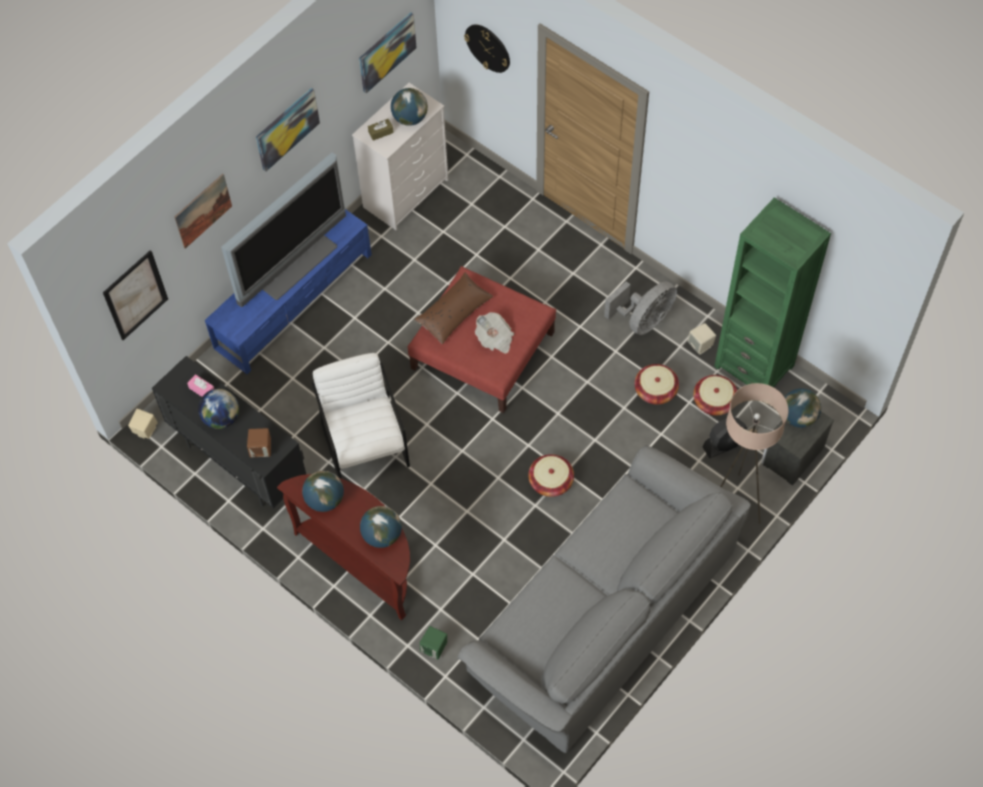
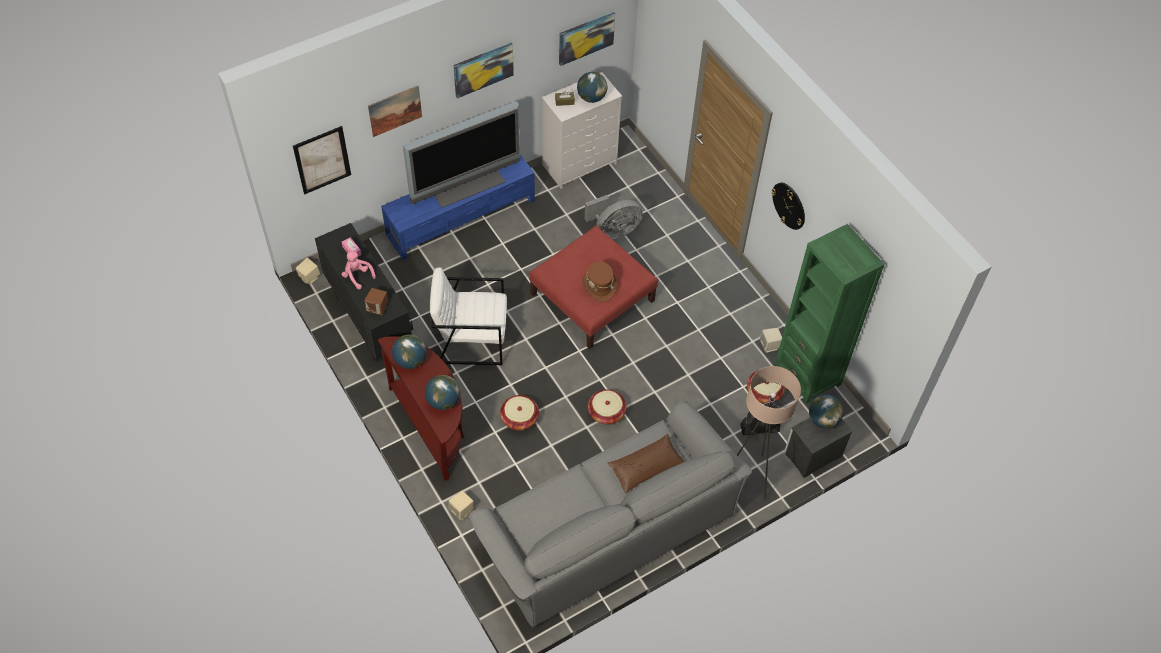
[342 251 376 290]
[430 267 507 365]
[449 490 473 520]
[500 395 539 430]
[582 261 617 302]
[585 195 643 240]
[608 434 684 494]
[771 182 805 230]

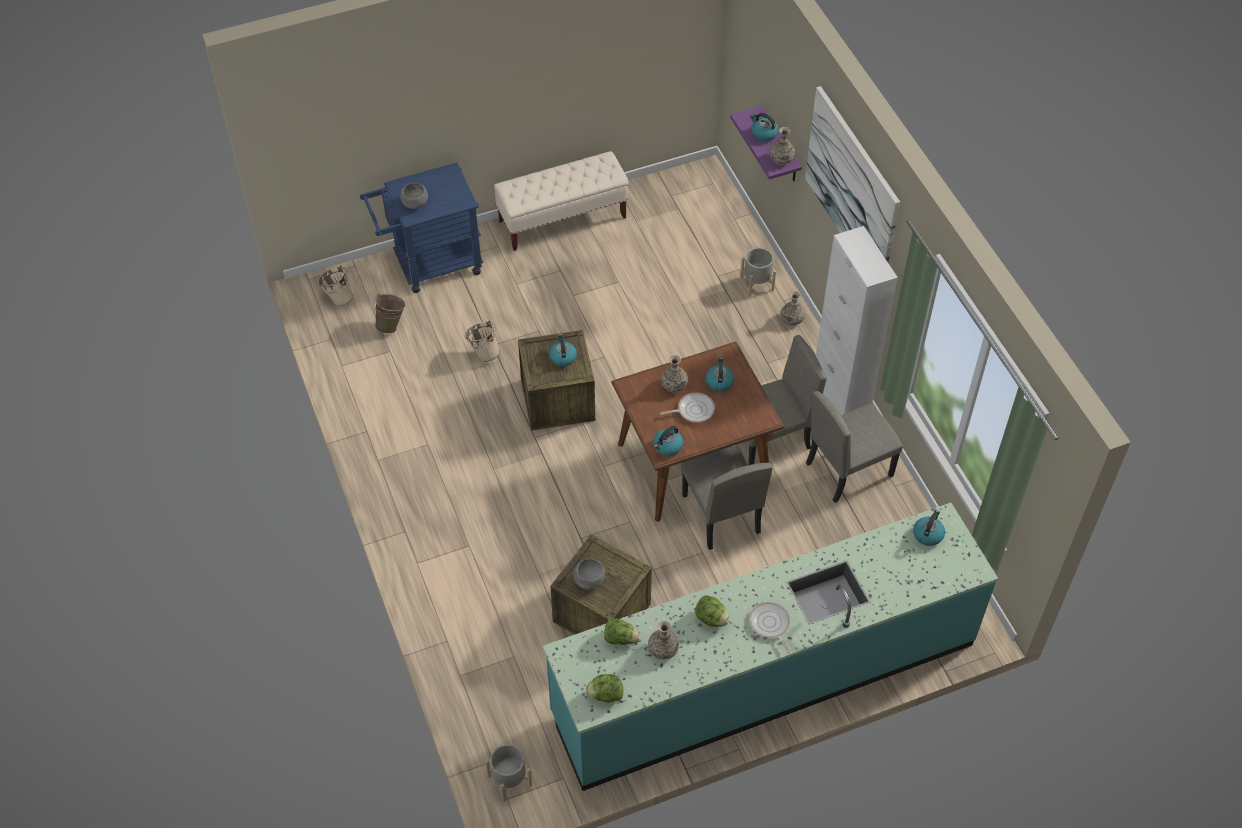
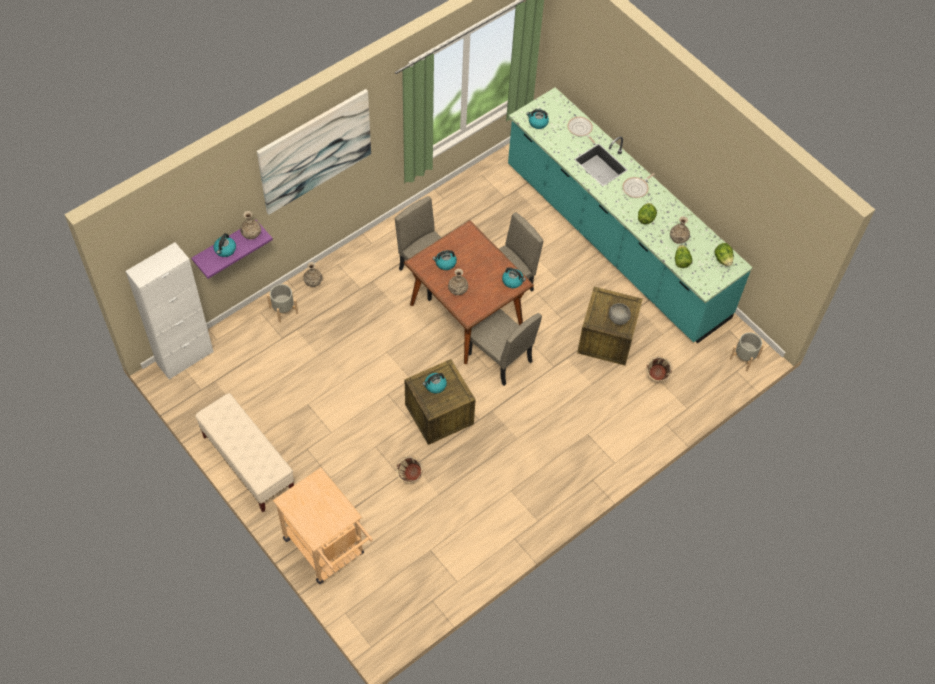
[125 242 213 380]
[273 467 373 584]
[469 309 542 386]
[567 117 595 144]
[647 356 673 381]
[373 294 406 334] (first image)
[400 182 428 209] (first image)

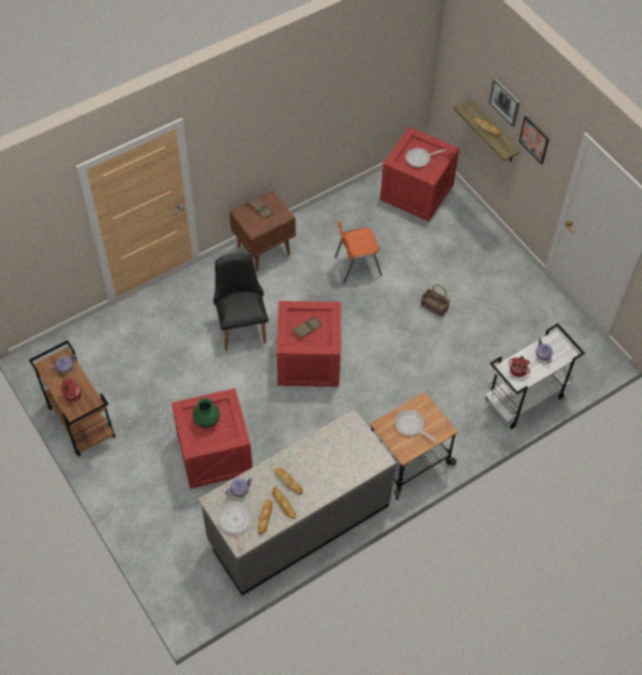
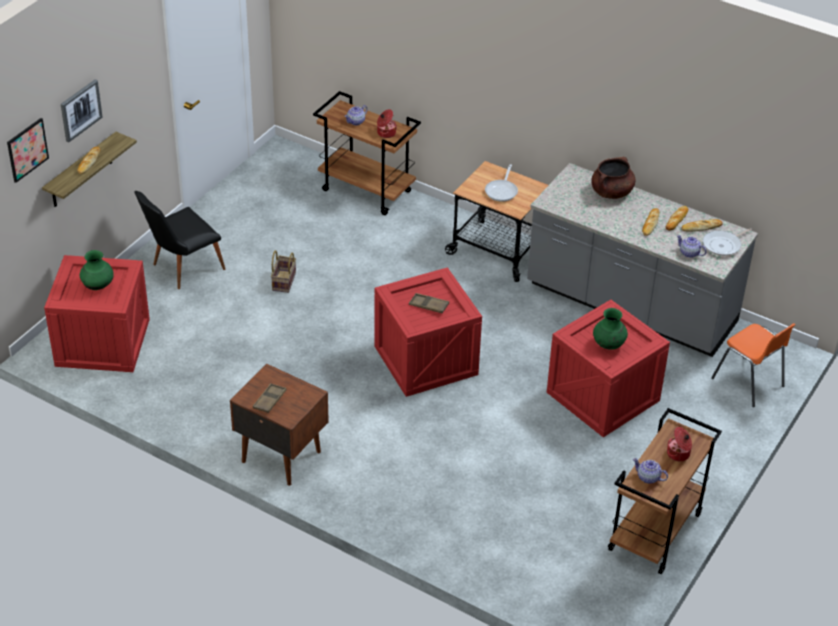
[7 118 49 183]
[80 250 114 290]
[134 191 226 289]
[313 91 421 215]
[591 157 635 199]
[711 323 795 407]

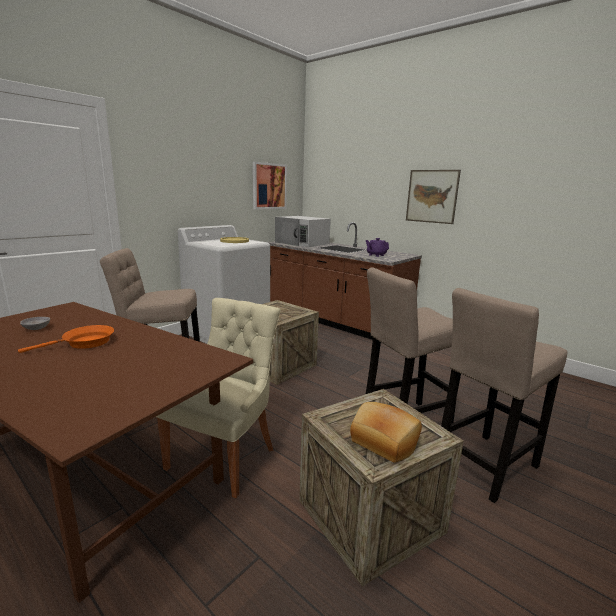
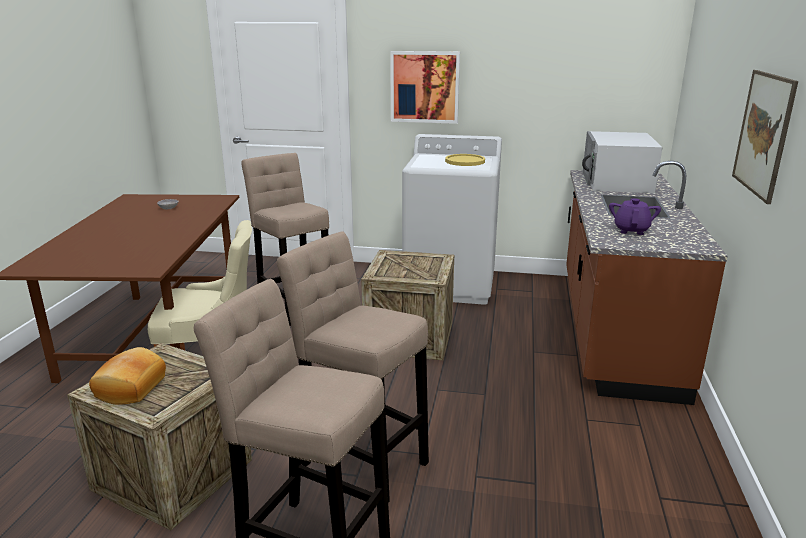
[390 51 460 124]
[18 325 114 353] (first image)

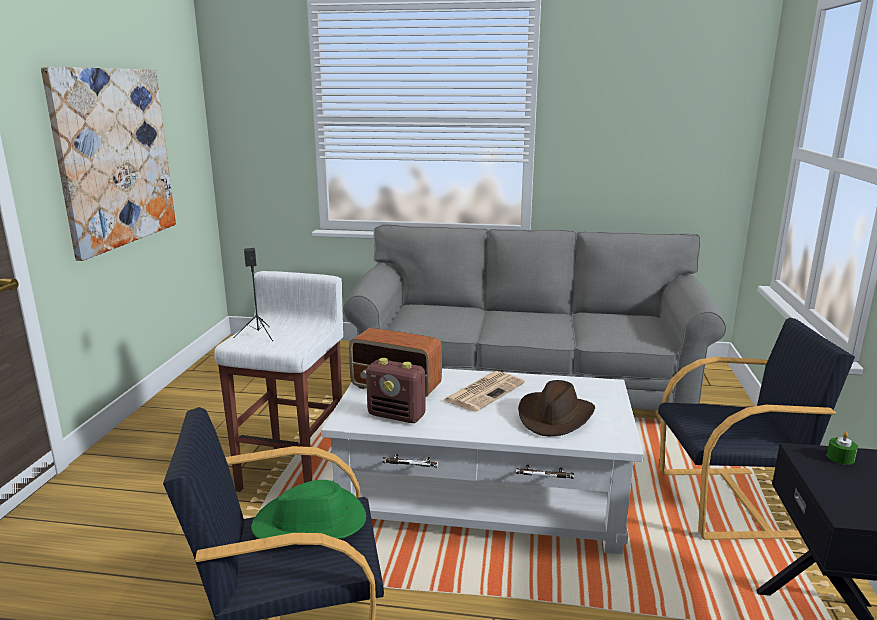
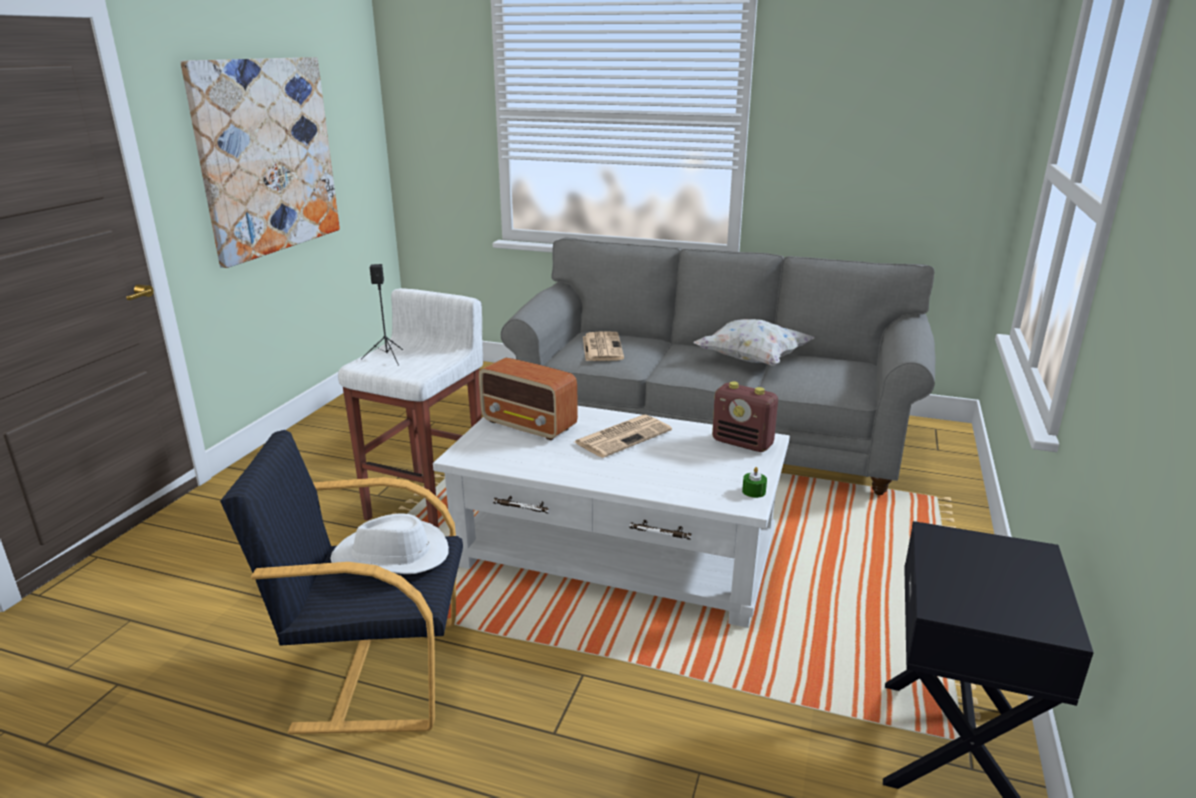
[330 514 449 574]
[583 331 624 361]
[693 319 814 366]
[712 381 778 452]
[742 467 767 498]
[518 380 595 436] (first image)
[658 318 855 540] (first image)

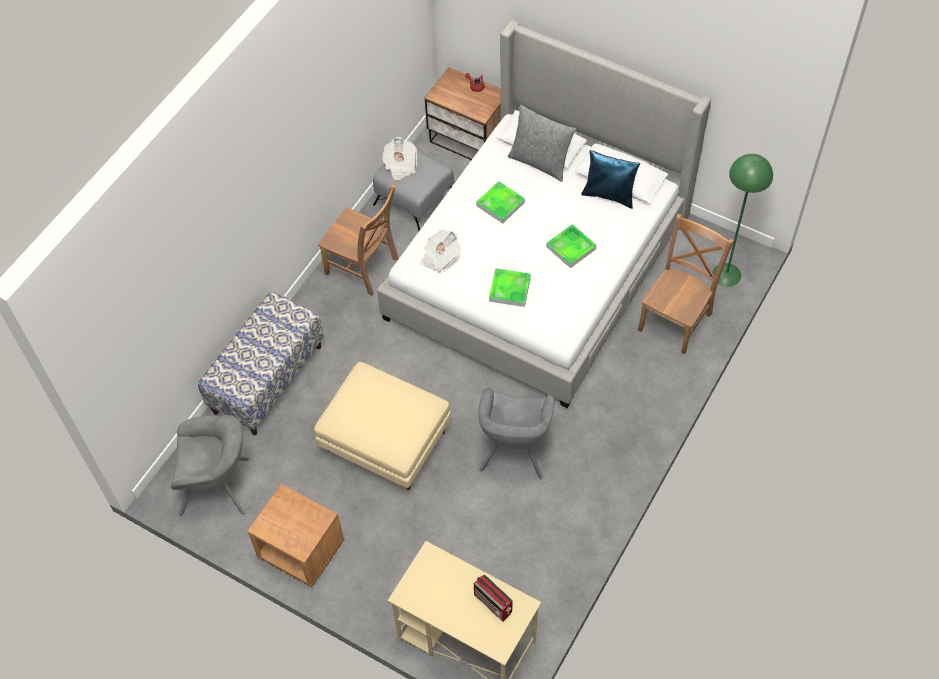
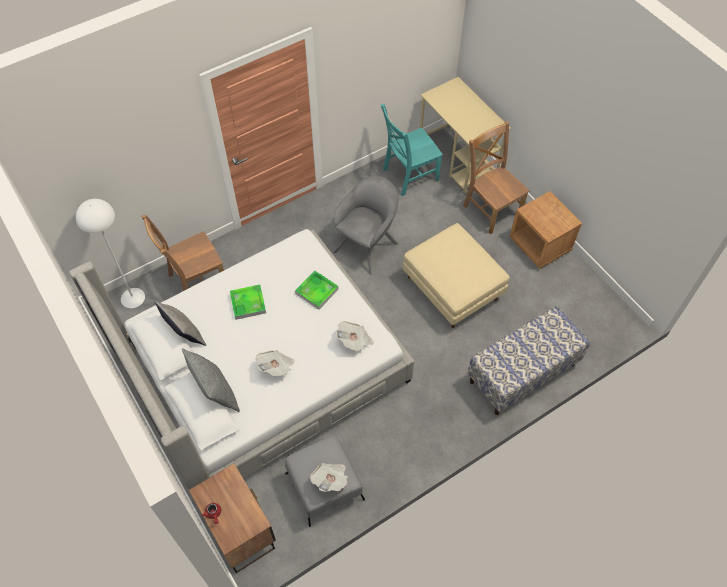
[76 199 145 308]
[155 301 206 346]
[255 350 295 376]
[380 104 443 196]
[463 121 529 234]
[171 415 249 516] (first image)
[474 574 512 622] (first image)

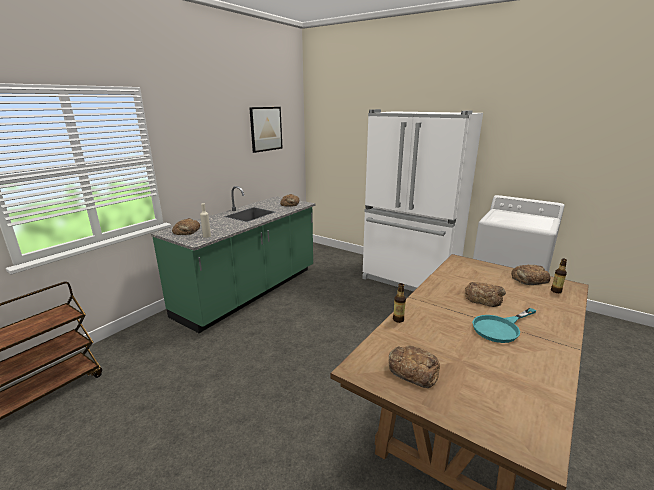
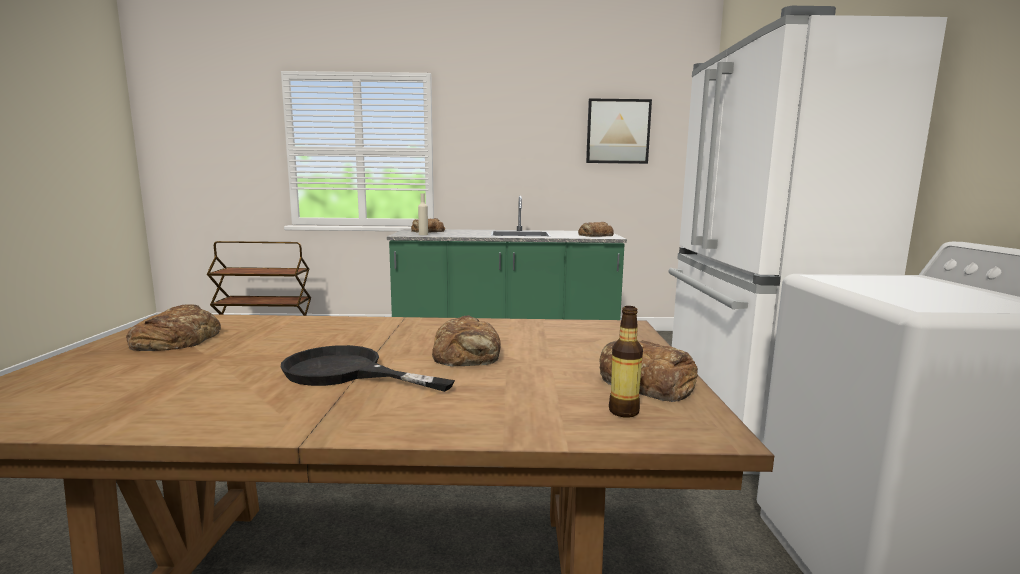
[280 345 455 392]
[393 283 406 323] (first image)

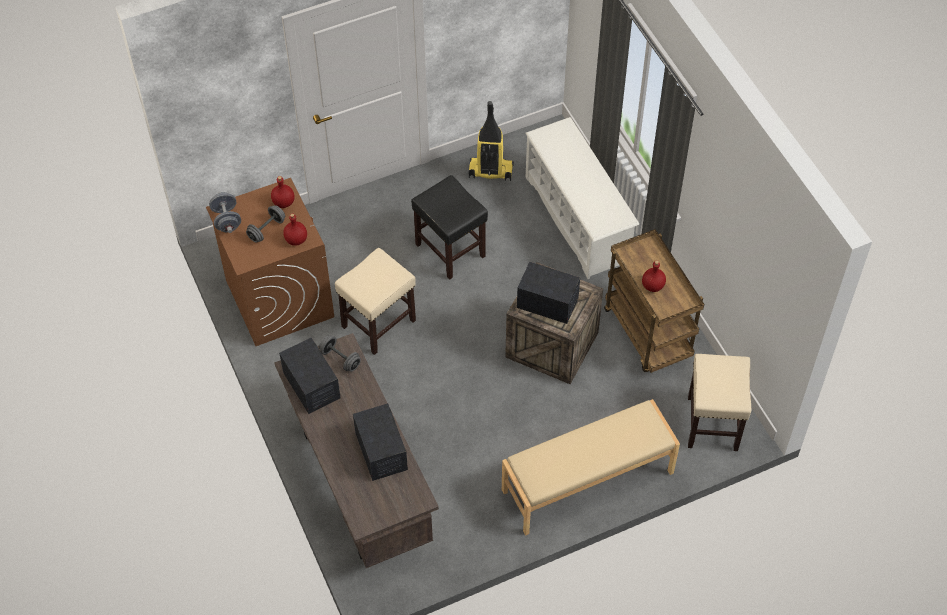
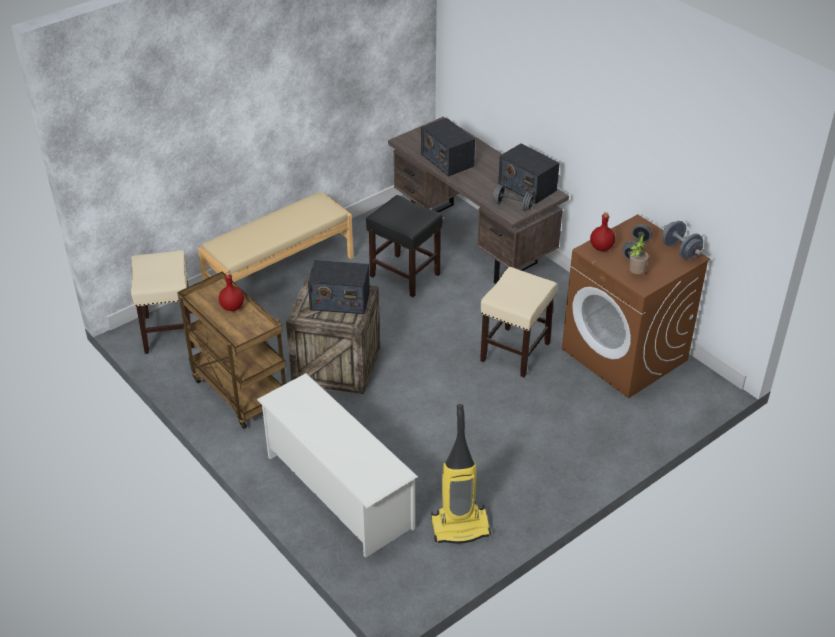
[366 195 443 297]
[628 235 649 274]

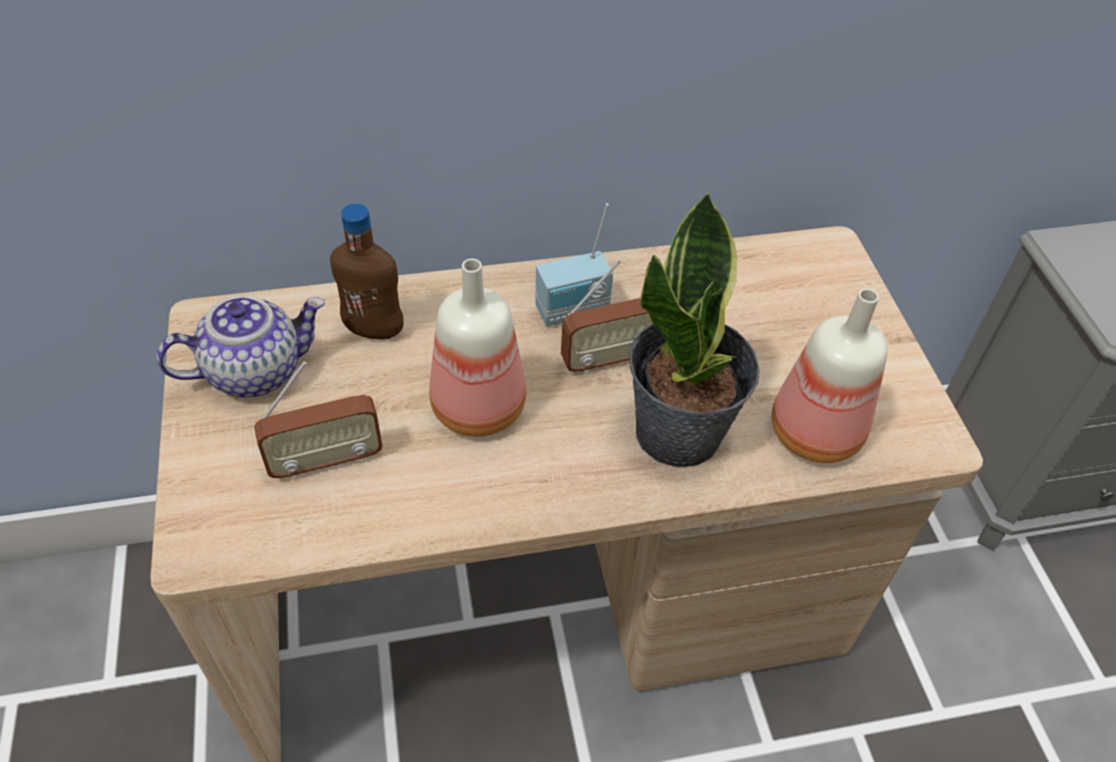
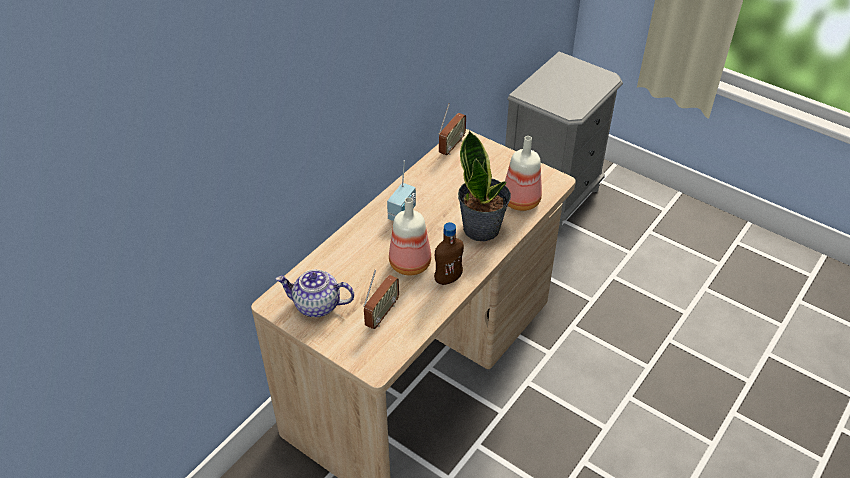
[276 269 354 317]
[434 222 464 285]
[439 103 466 155]

